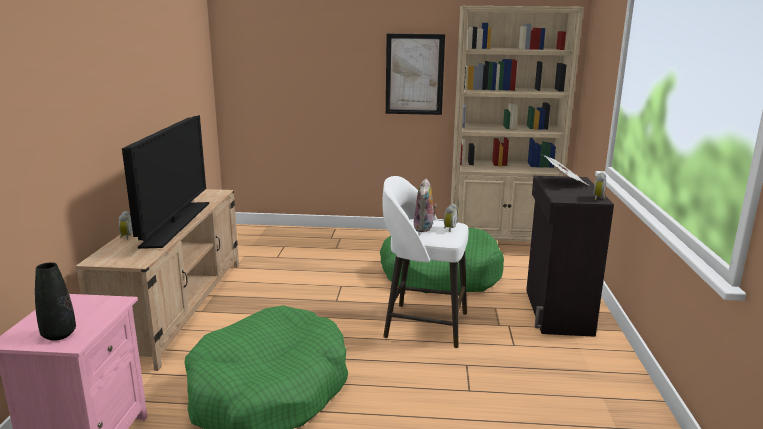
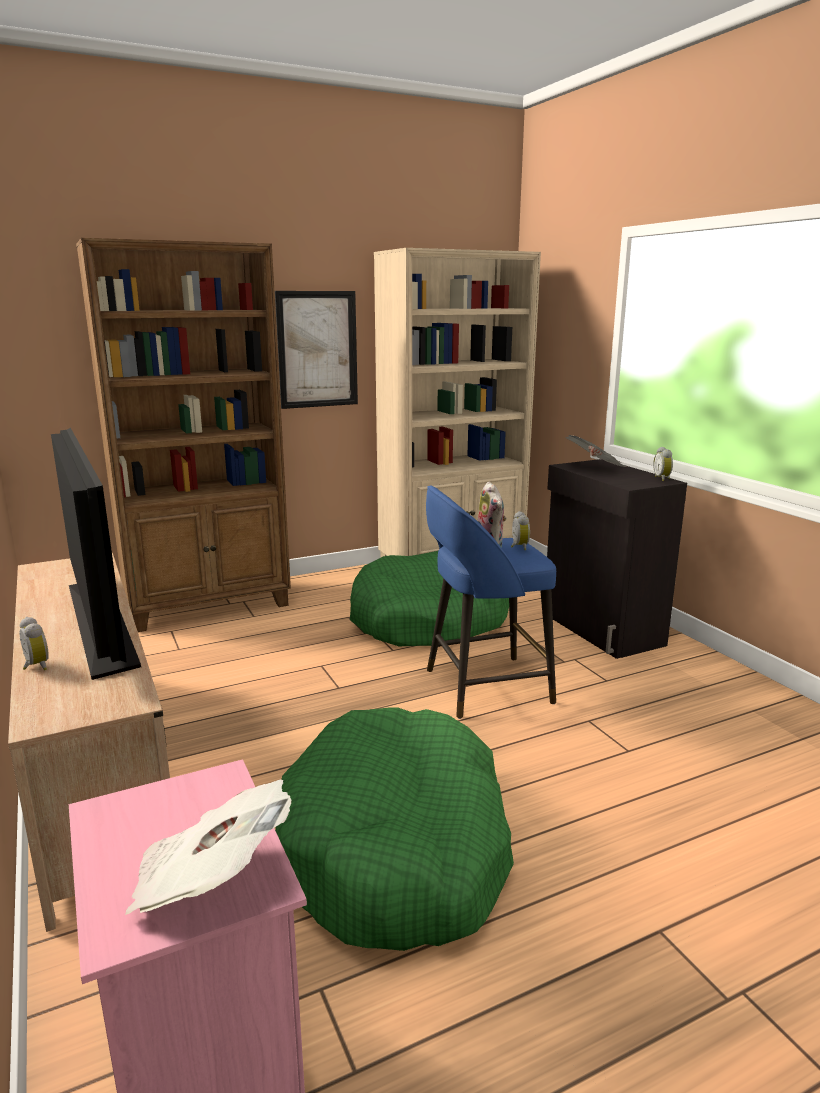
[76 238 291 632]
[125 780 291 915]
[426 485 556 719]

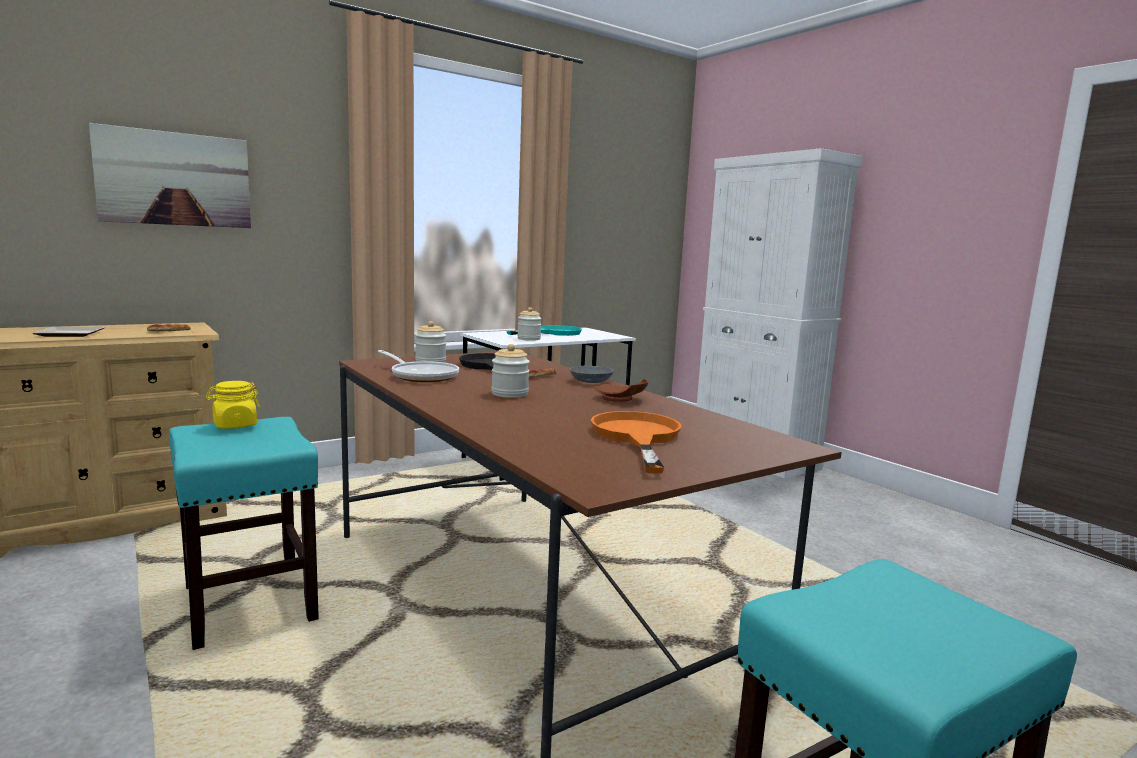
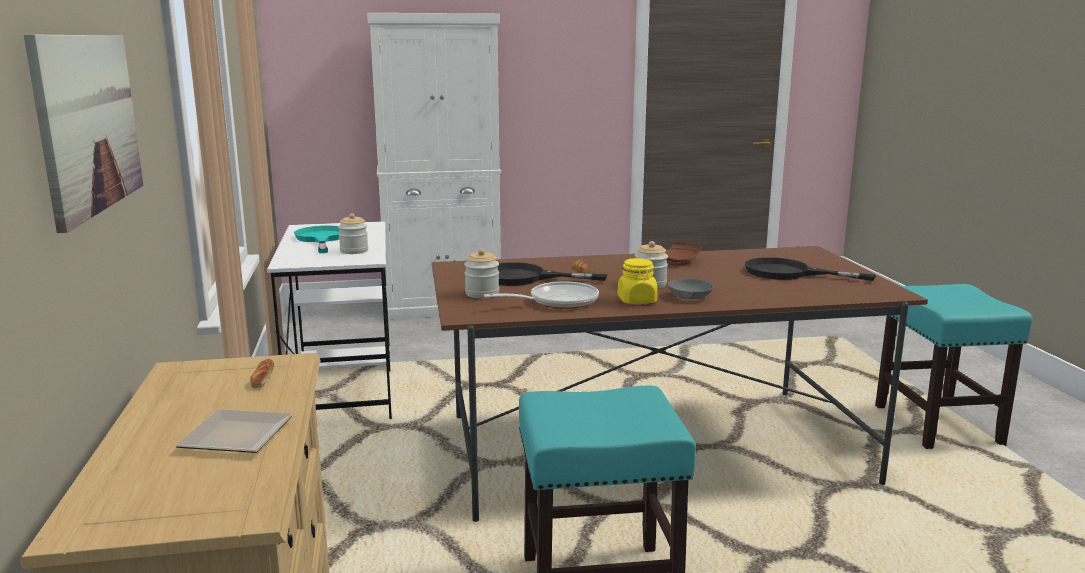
[618 258 658 304]
[668 278 714 300]
[745 257 876 281]

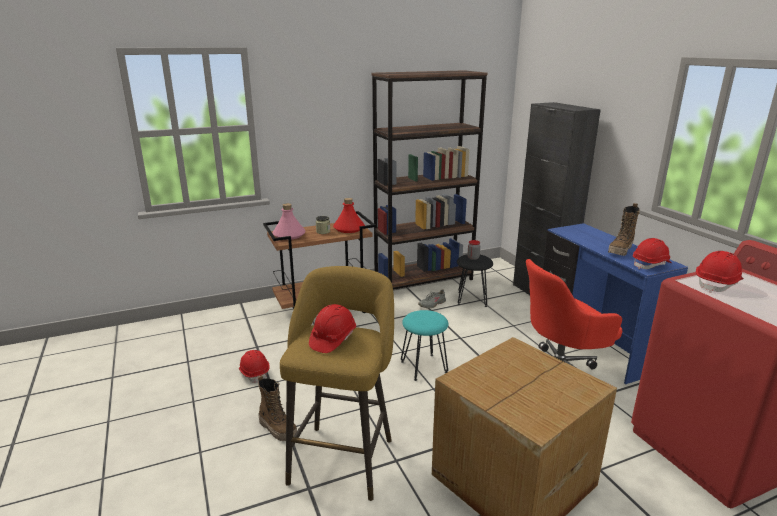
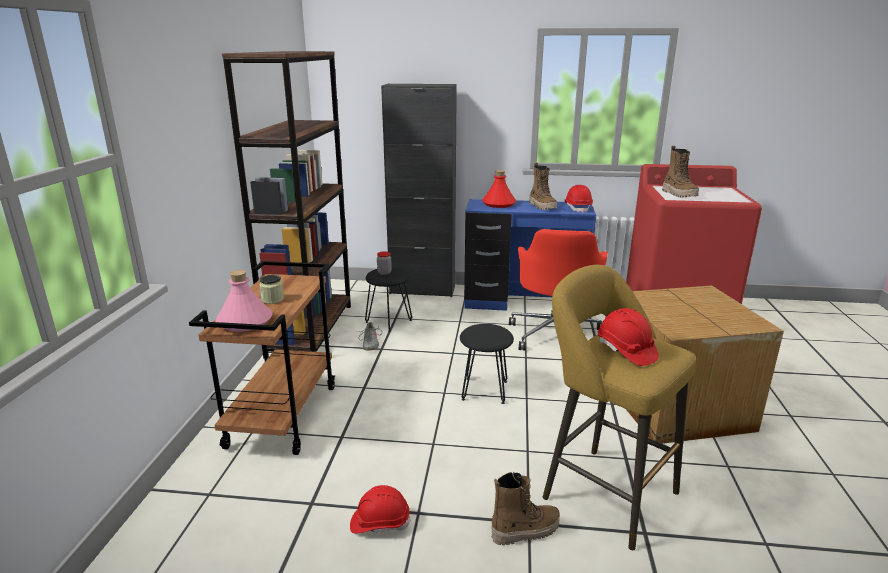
[460 324 514 404]
[482 170 516 208]
[662 146 699 198]

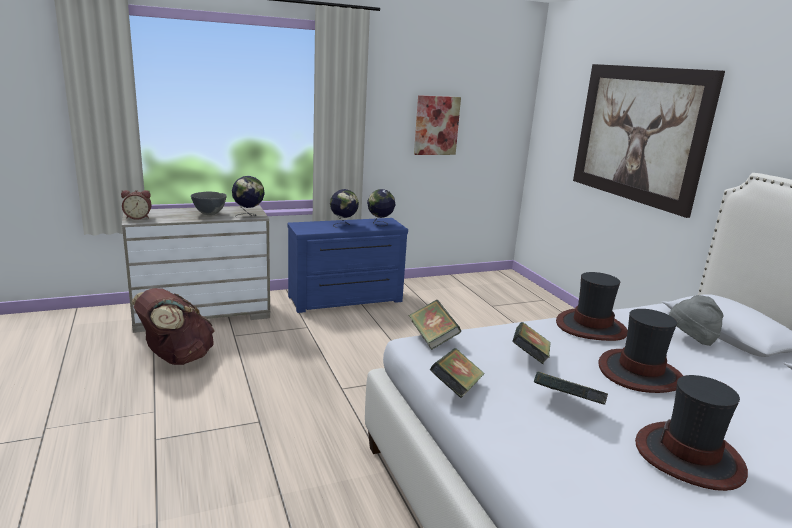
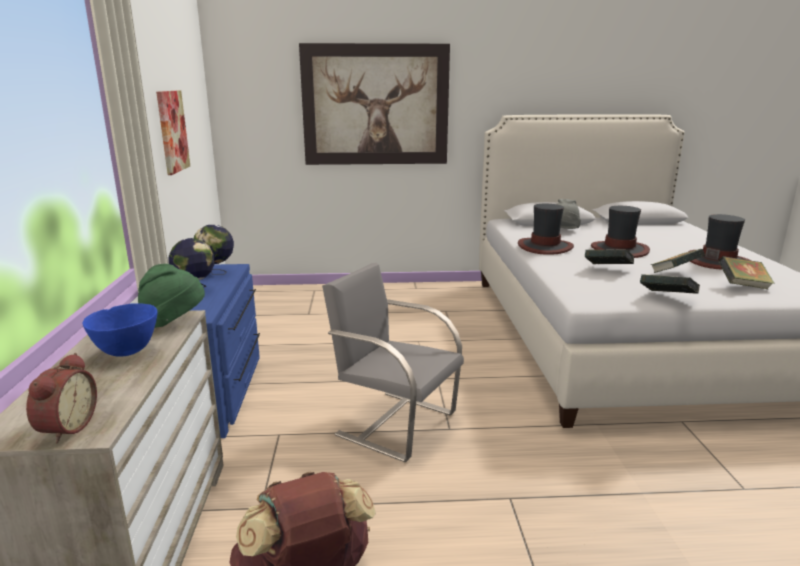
[83 303 158 357]
[138 264 205 328]
[322 263 464 462]
[718 256 775 289]

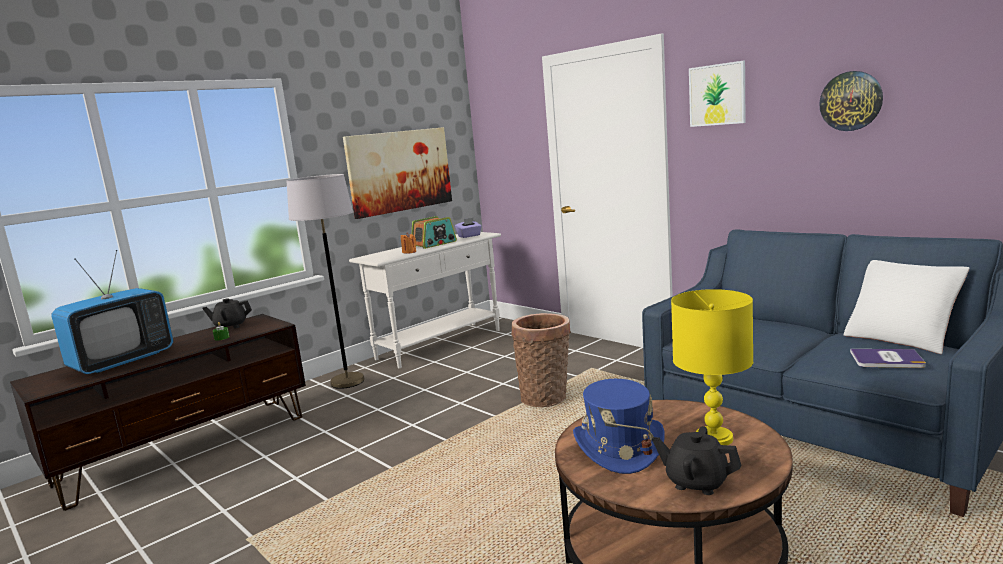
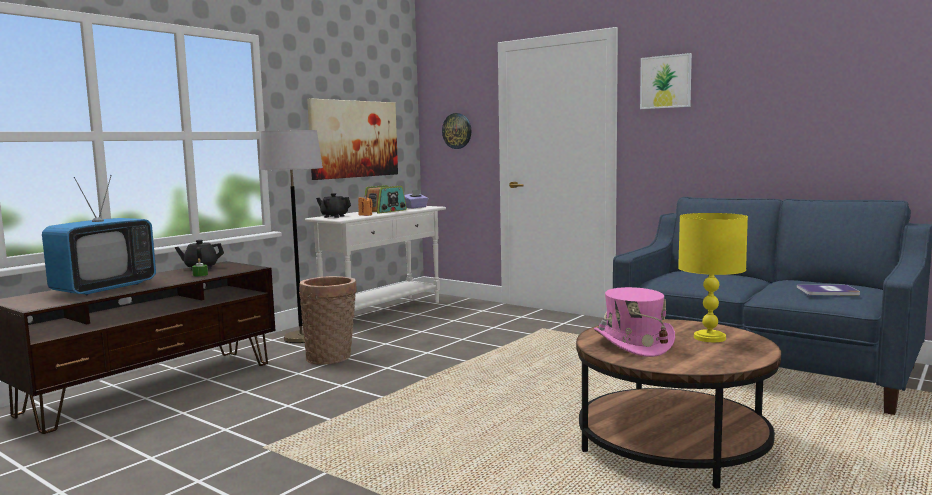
[299 276 357 365]
[316 193 351 218]
[442 113 472 149]
[594 287 675 357]
[844 260 970 354] (first image)

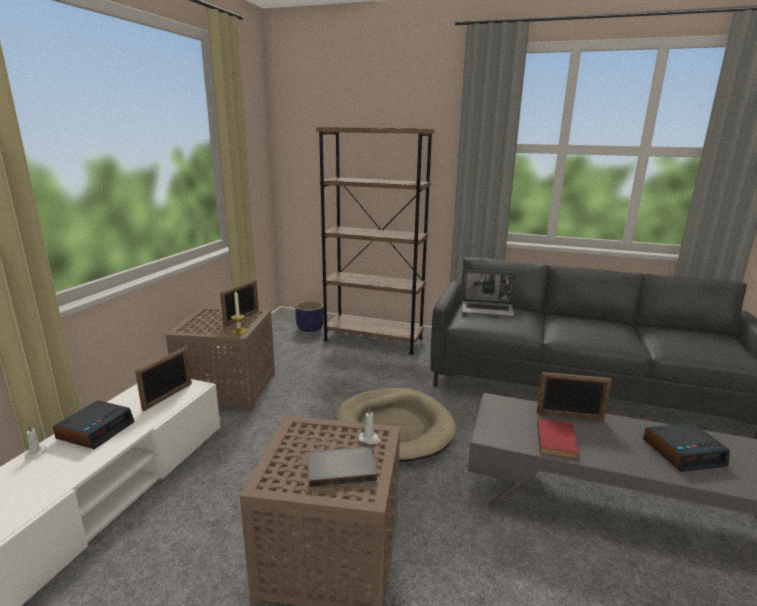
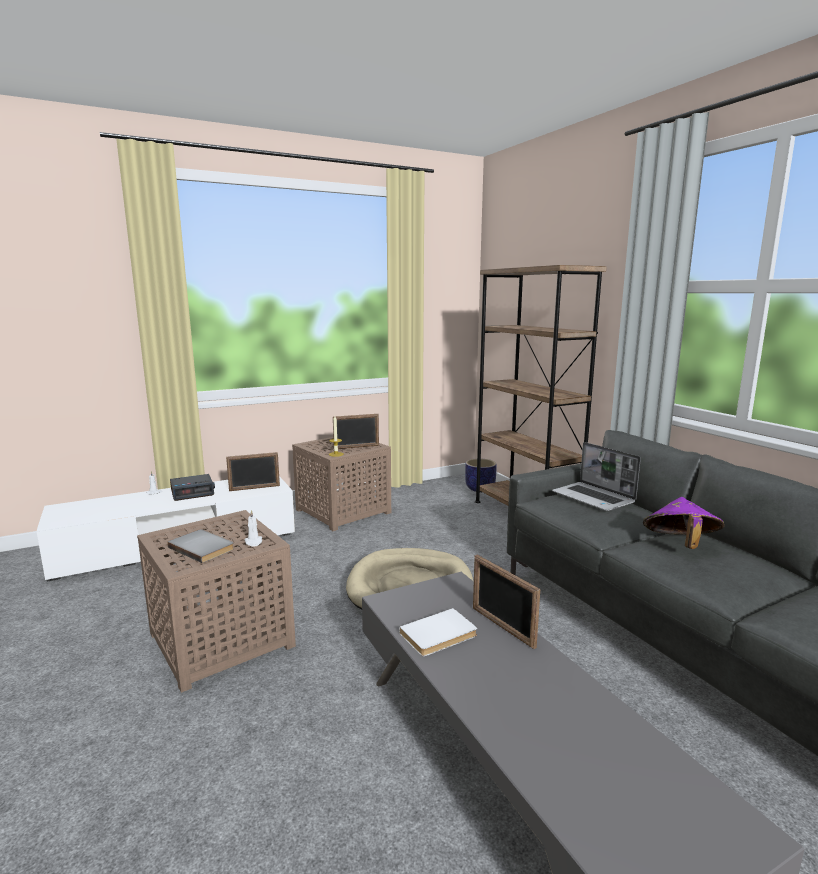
[399 608 477 656]
[643 497 724 549]
[643 423 730 472] (first image)

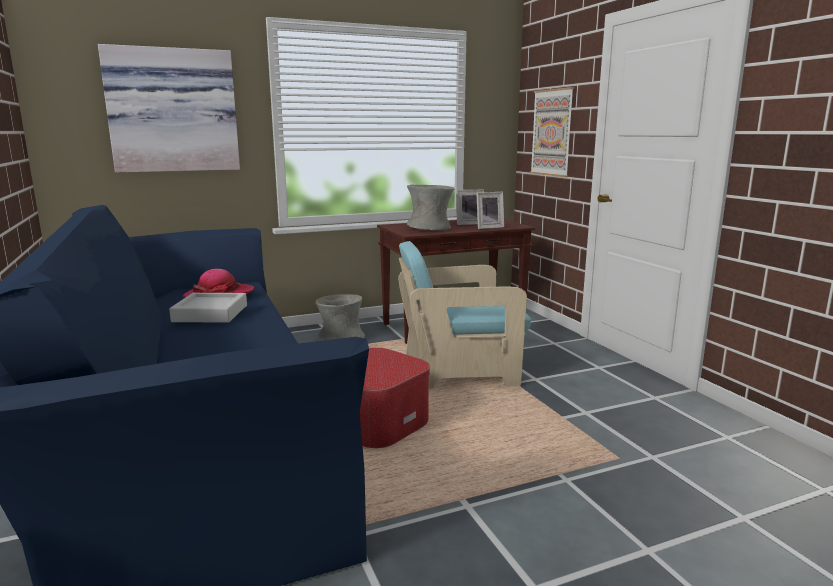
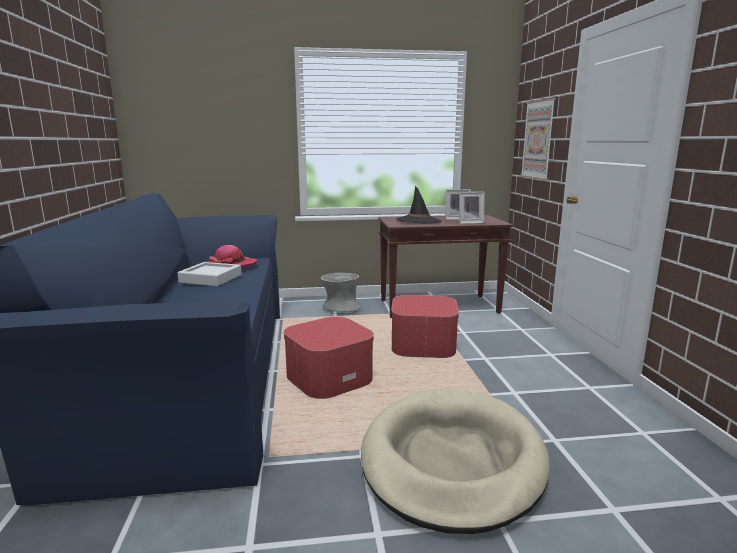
[361 390 550 534]
[391 295 459 358]
[396 186 442 223]
[98 44 240 173] (first image)

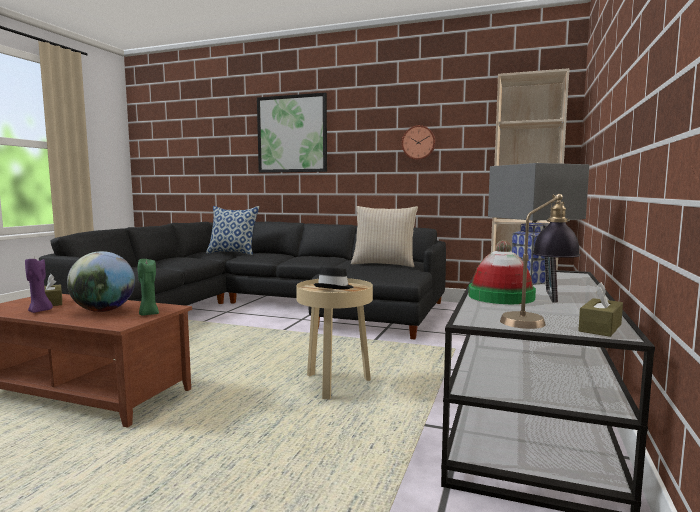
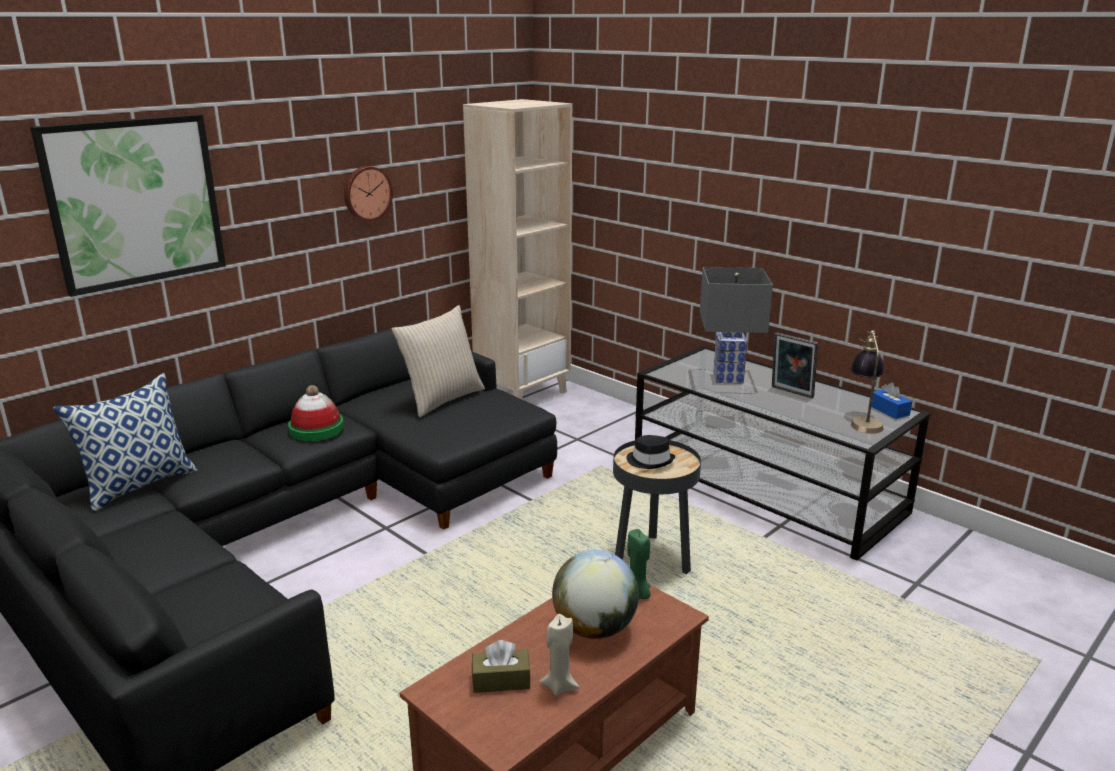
[288 385 344 441]
[540 614 580 696]
[613 440 701 574]
[871 382 912 419]

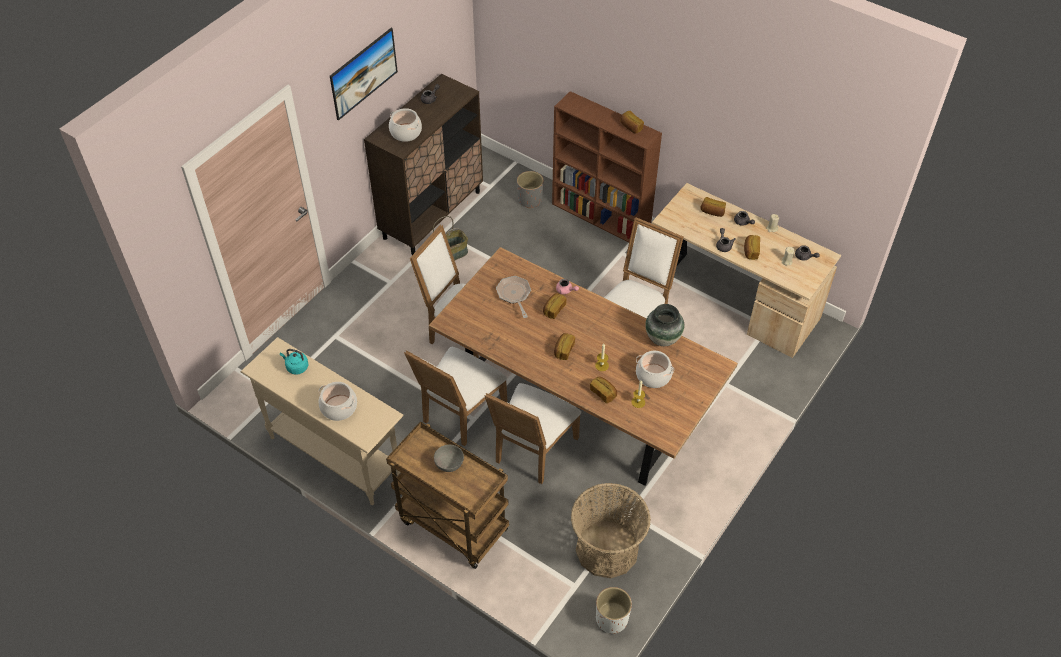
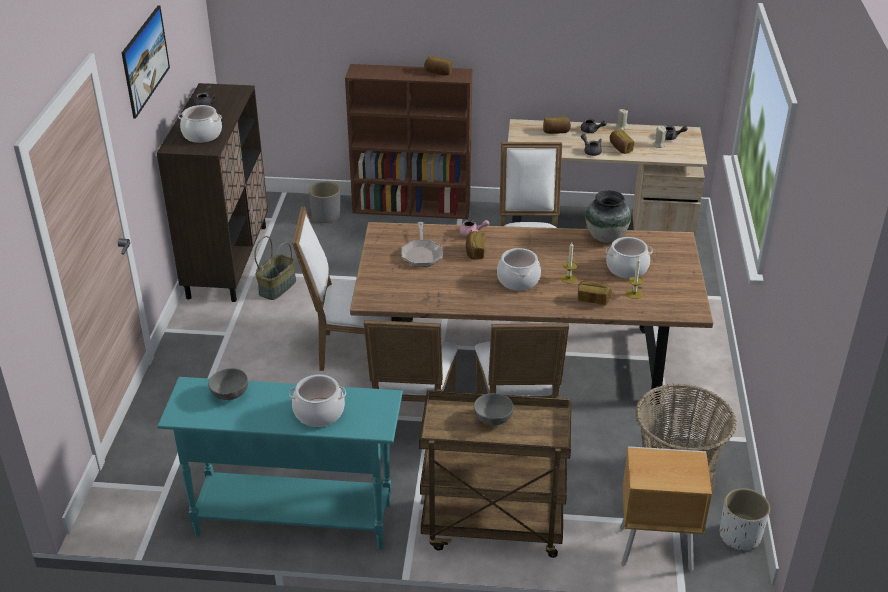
[157 377 403 549]
[208 368 248 400]
[402 222 443 267]
[497 248 541 291]
[620 446 712 571]

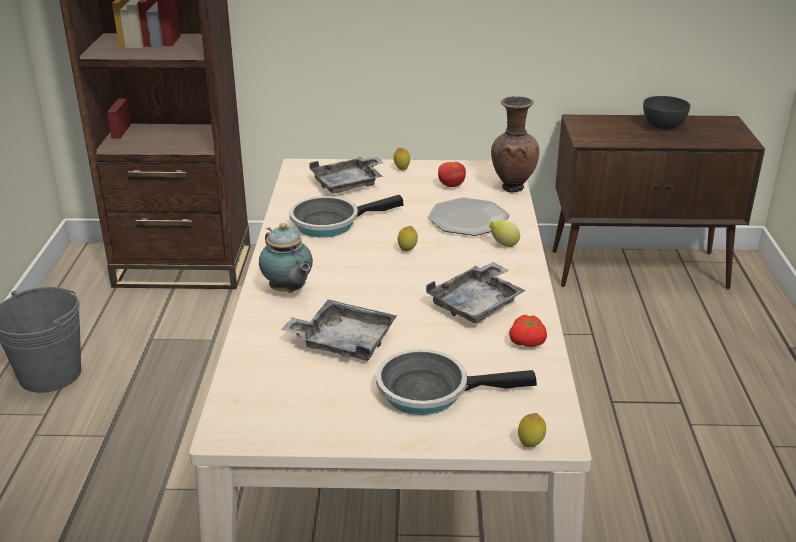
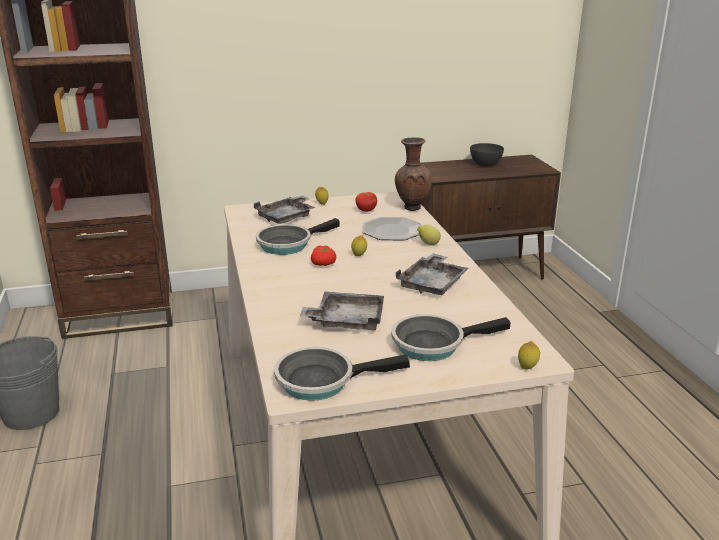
[274 347 410 401]
[311 245 336 266]
[259 223 313 293] (first image)

